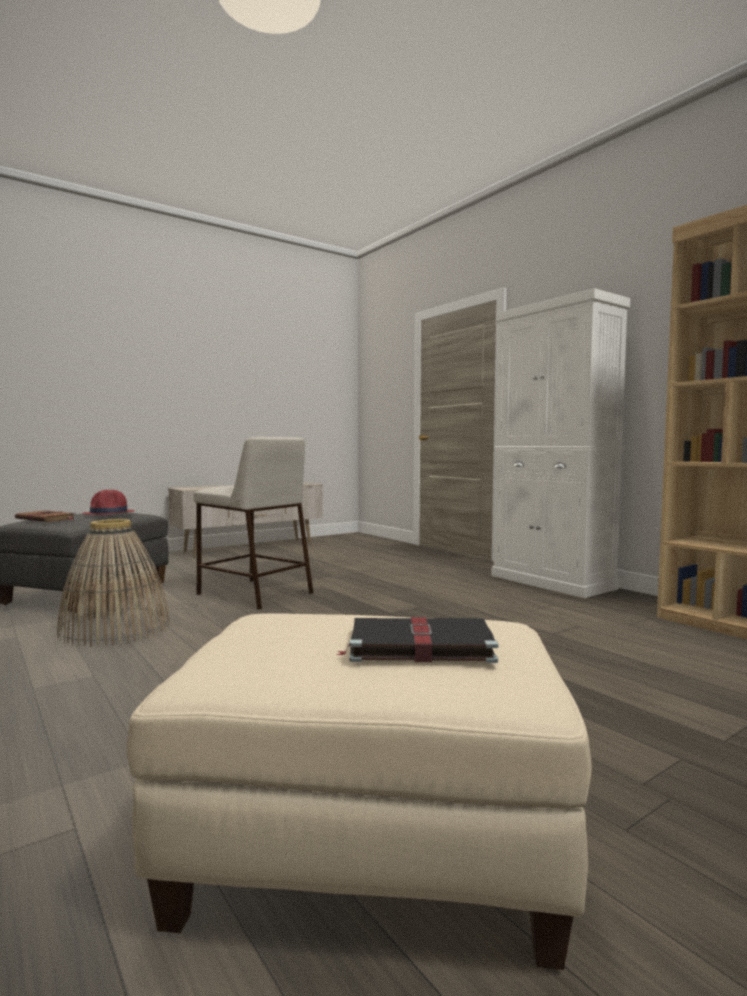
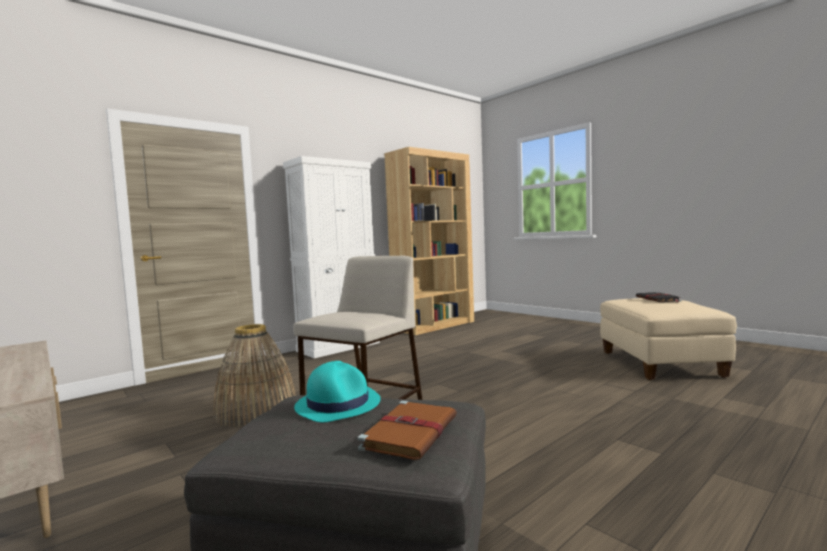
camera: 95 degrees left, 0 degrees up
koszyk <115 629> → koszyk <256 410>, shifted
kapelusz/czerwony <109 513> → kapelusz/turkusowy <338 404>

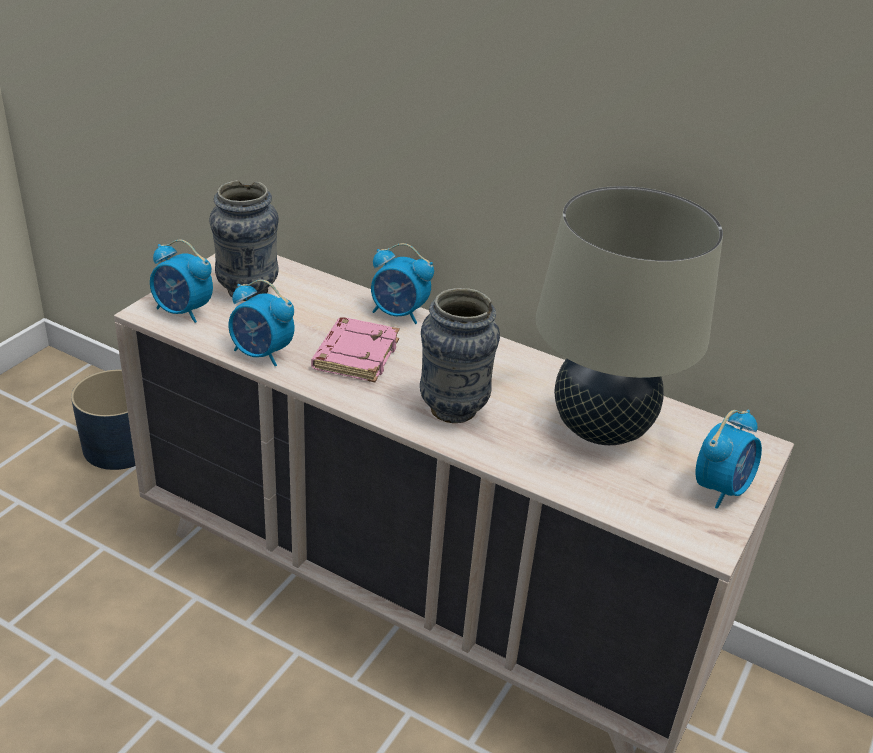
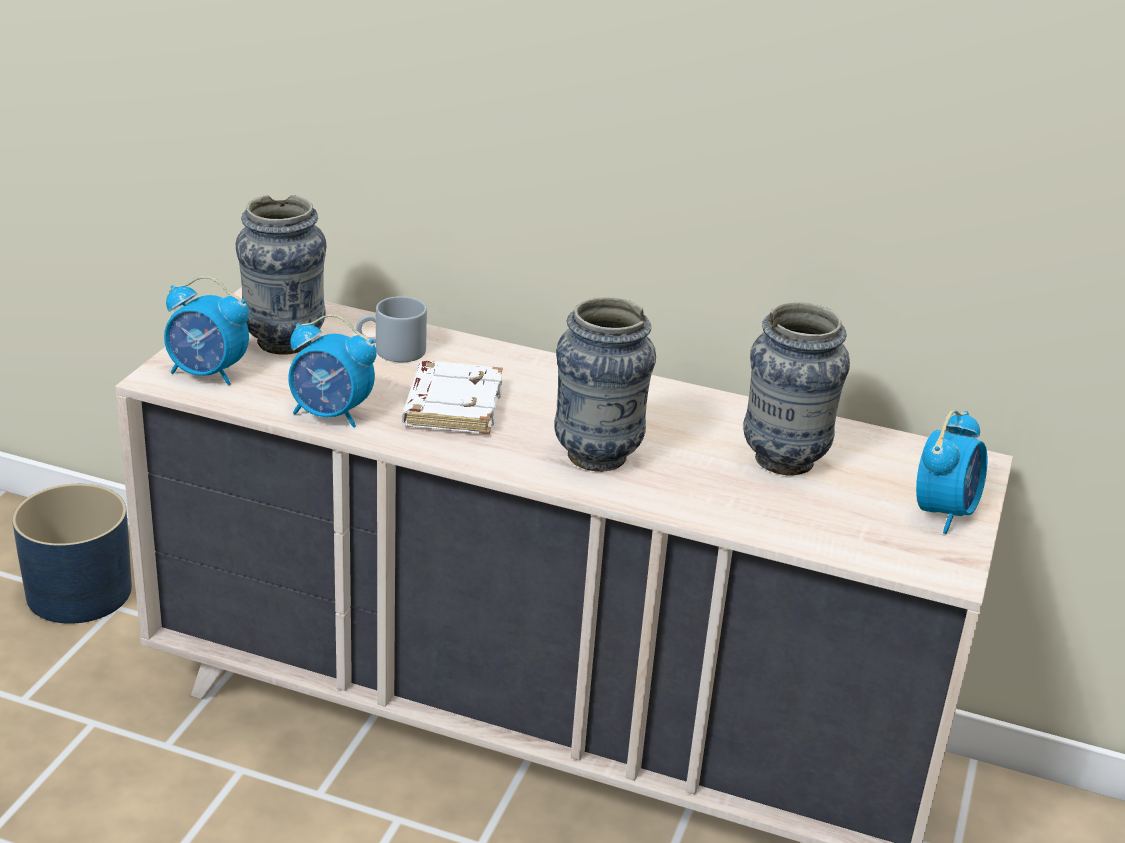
camera: 10 degrees left, 5 degrees down
budzik <399 314> → -
- → kubek/szary <391 351>
lampa stołowa/beżowy <601 428> → wazon <783 460>
książka/różowy <355 355> → książka/biały <451 405>

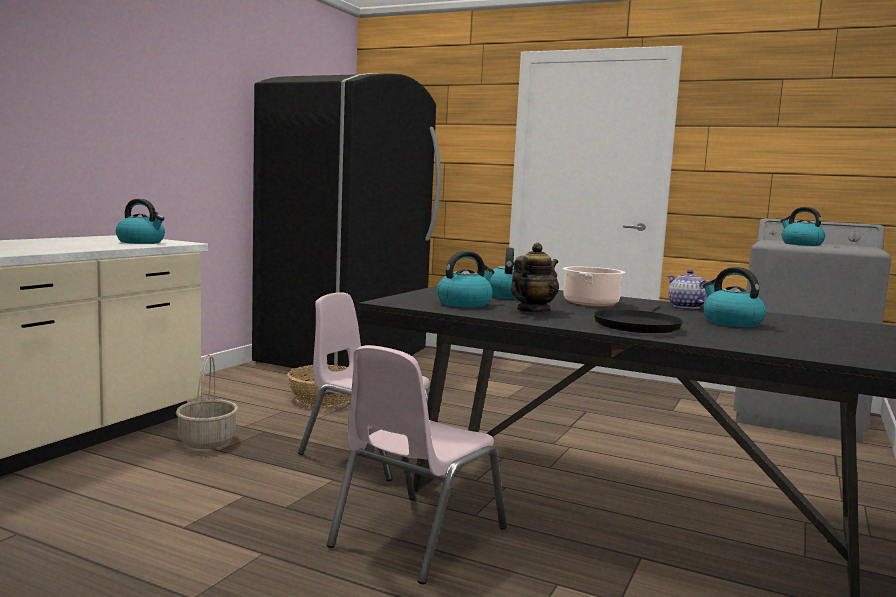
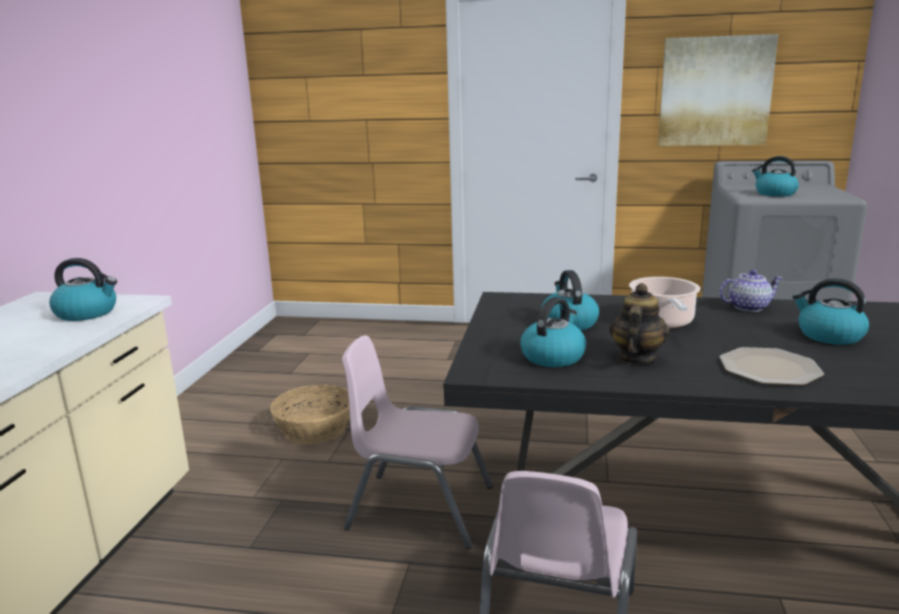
camera: 15 degrees left, 10 degrees up
koszyk <206 440> → -
lodówka/czarny <346 357> → -
- → obraz <715 91>
patelnia/czarny <637 326> → talerz <769 369>
imbryk <685 306> → imbryk <748 307>, 120 degrees clockwise

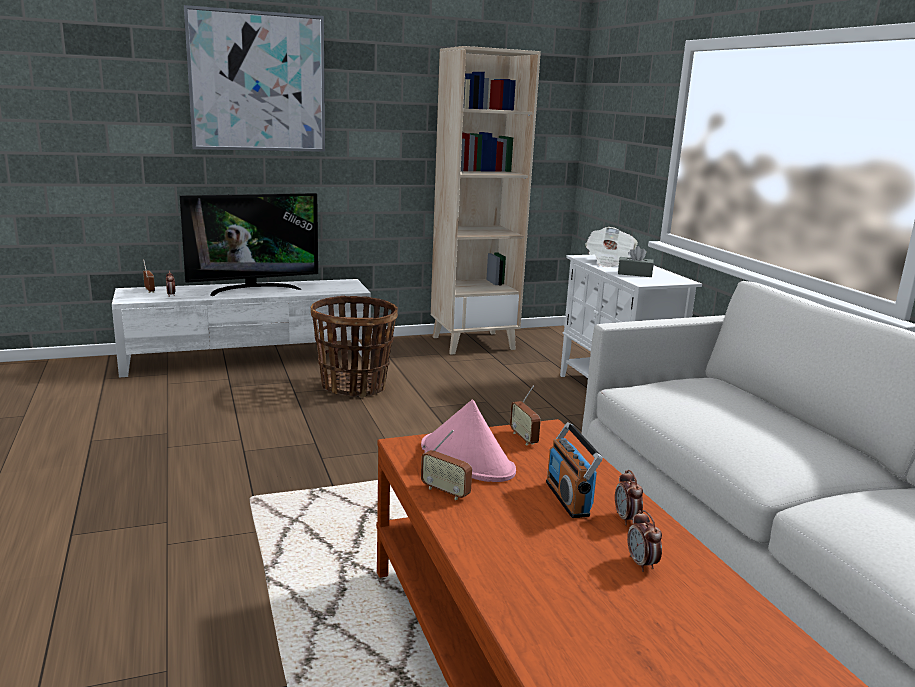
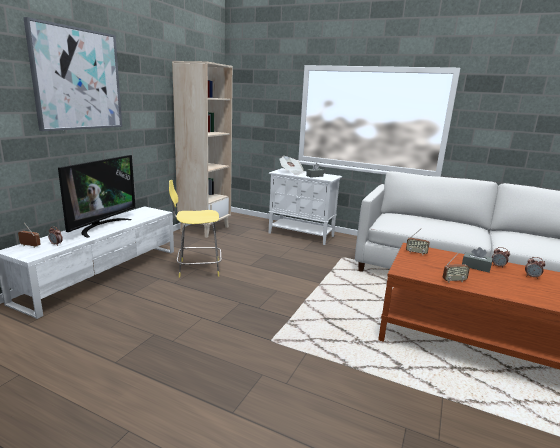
camera: 45 degrees left, 0 degrees up
kapelusz/różowy <467 459> → -
koszyk <354 386> → stołek/żółty <197 268>
radio <568 498> → pudełko chusteczek/szary <475 267>

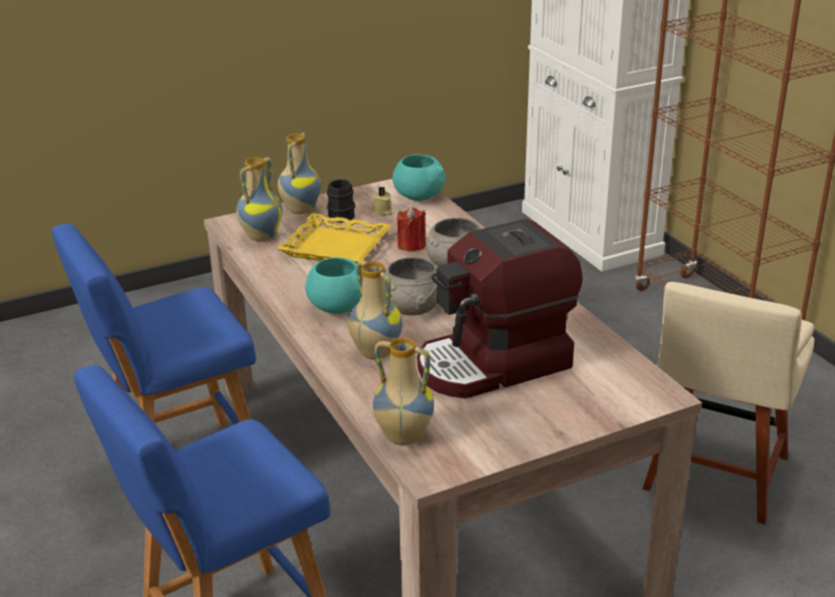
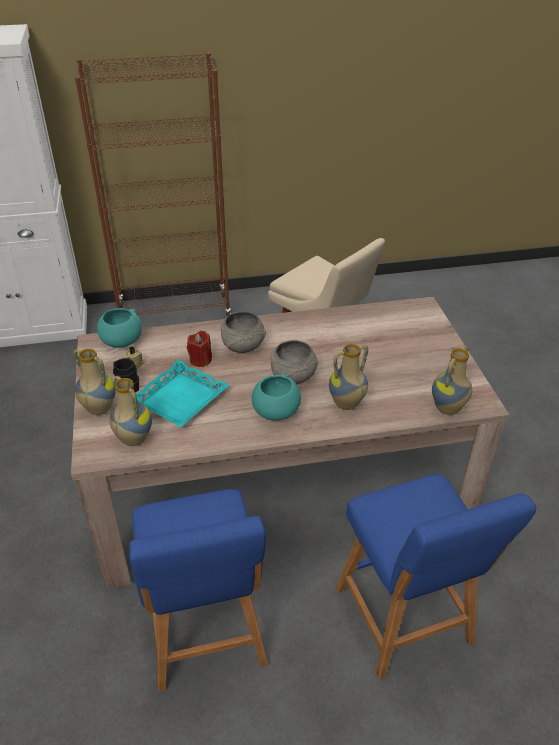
camera: 75 degrees left, 10 degrees up
ekspres do kawy <494 364> → -
taca/żółty <336 247> → taca/turkusowy <180 398>

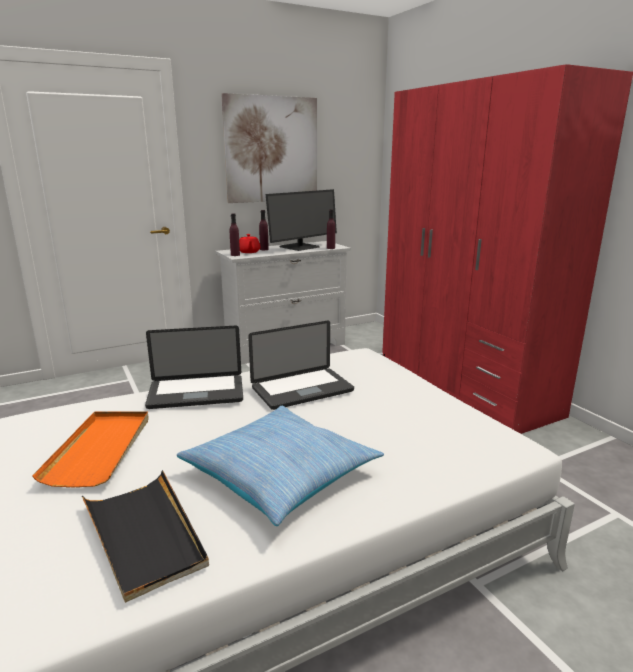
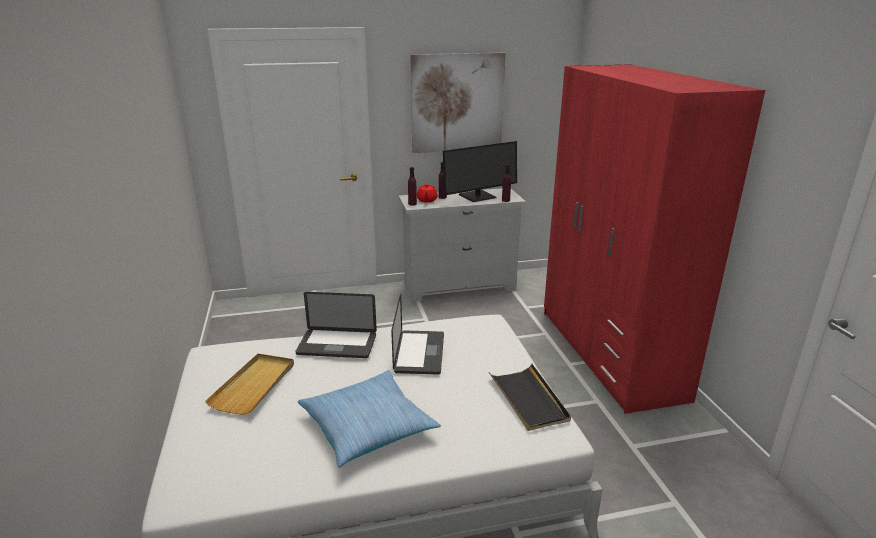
camera: 15 degrees right, 5 degrees up
taca/czarny <145 535> → taca/czarny <528 399>, shifted
taca/pomarańczowy <100 449> → taca/beżowy <254 385>
laptop <302 390> → laptop <419 353>, 75 degrees counterclockwise

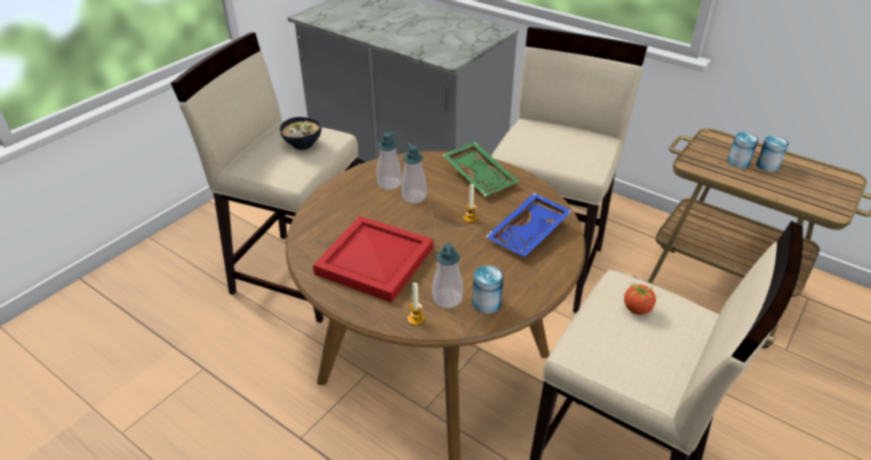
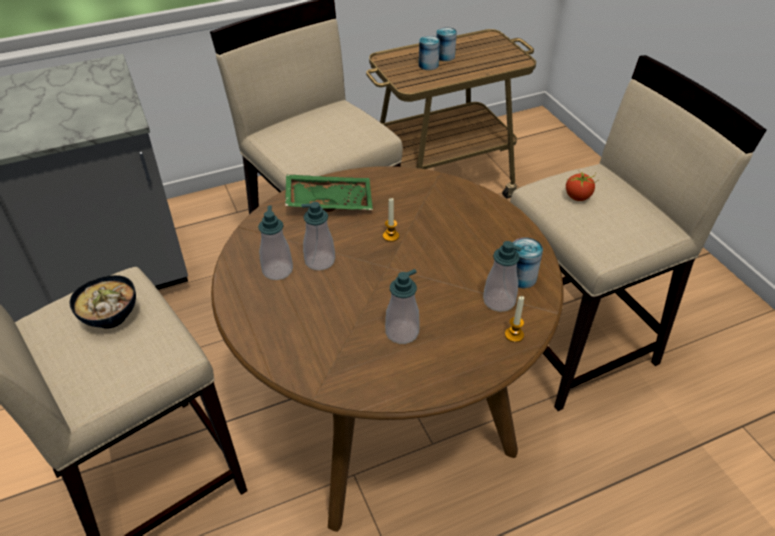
camera: 60 degrees left, 5 degrees up
taca/niebieski <529 234> → -
taca/czerwony <374 260> → dozownik mydła <402 332>

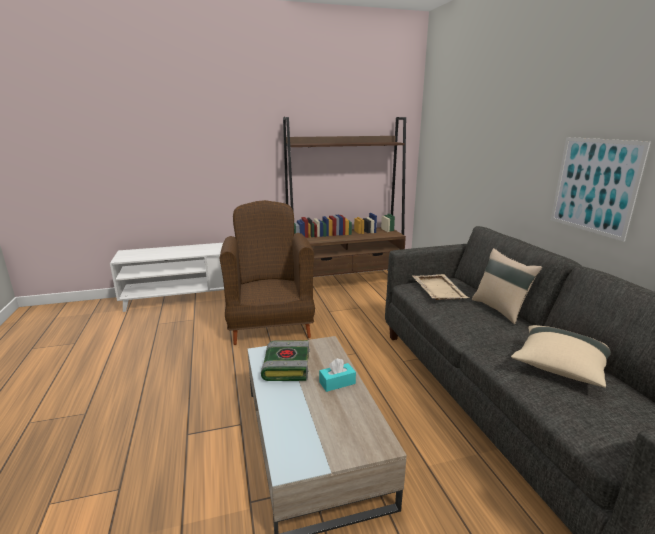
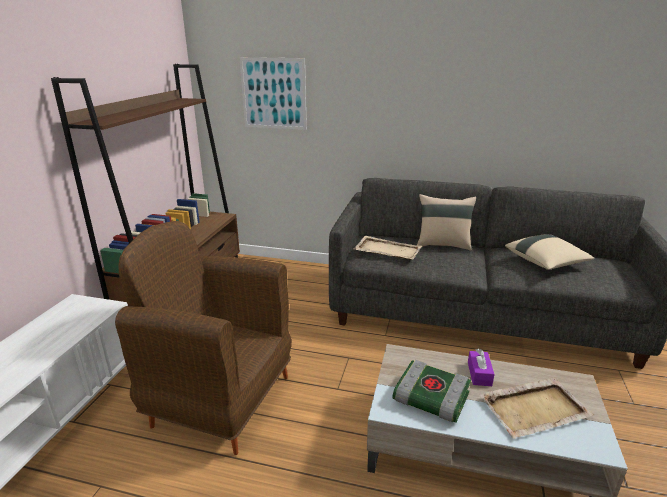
camera: 60 degrees left, 5 degrees up
- → taca/beżowy <535 409>
obraz <594 186> → obraz <273 93>, shifted
pudełko chusteczek/turkusowy <337 383> → pudełko chusteczek/fioletowy <479 374>

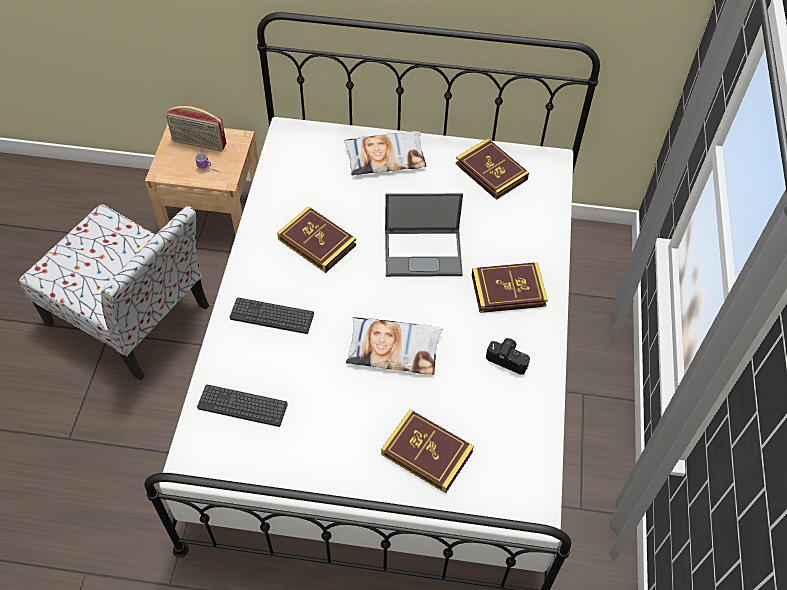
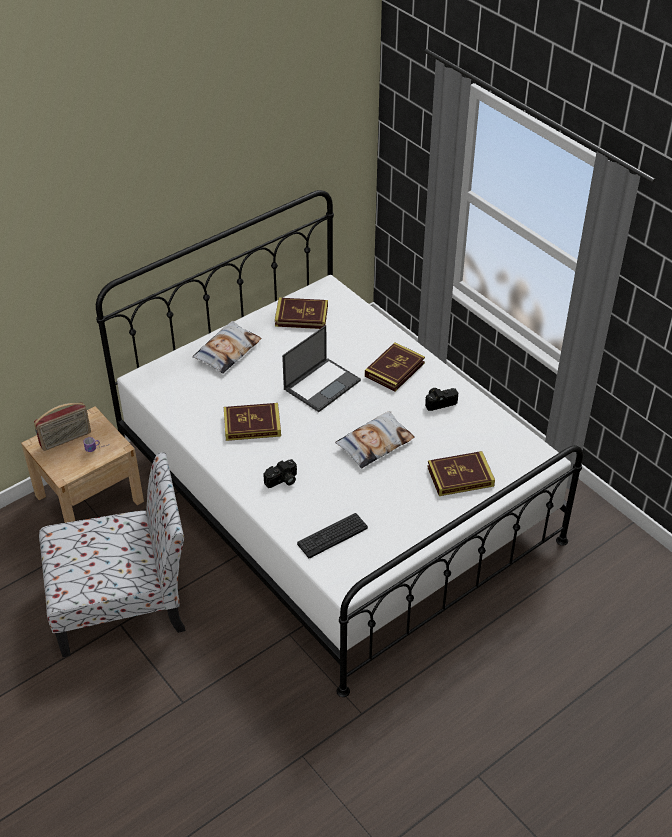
camera: 45 degrees left, 10 degrees down
klawiatura <272 316> → aparat fotograficzny <282 481>

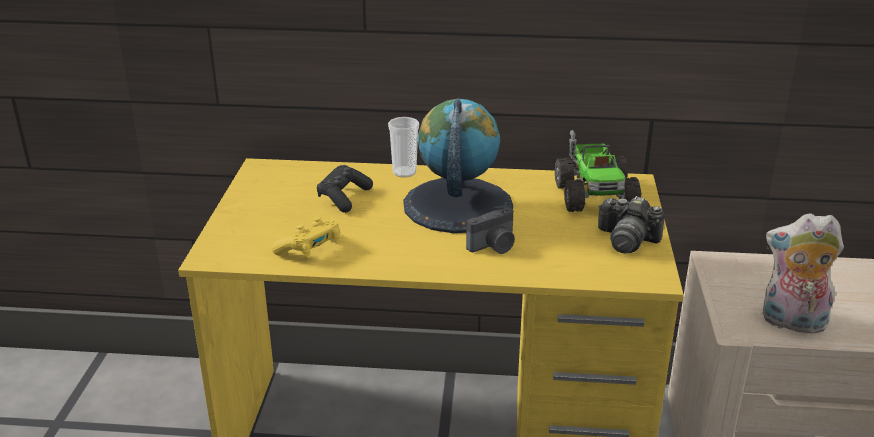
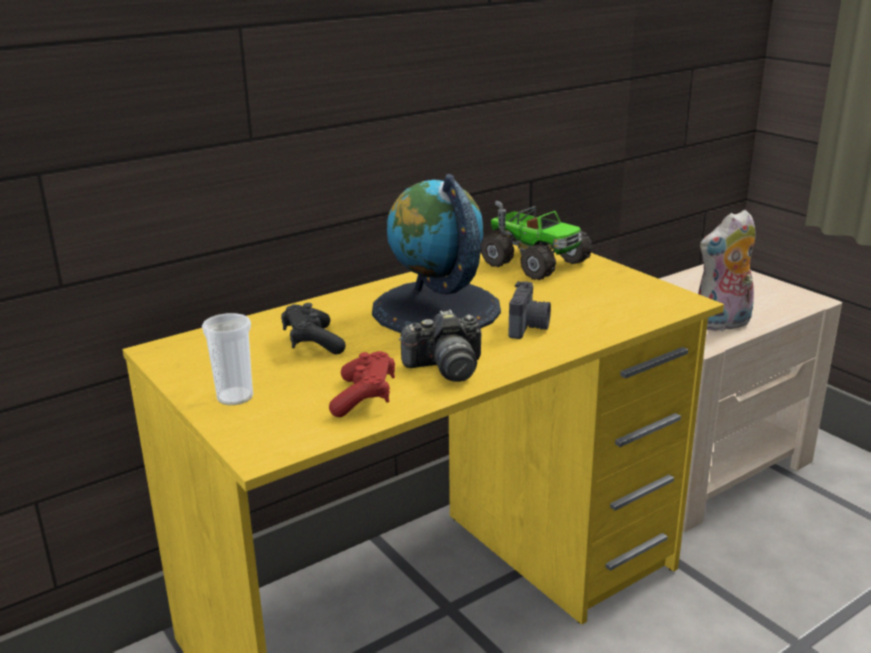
camera: 40 degrees left, 5 degrees down
filiżanka <404 172> → filiżanka <235 397>, shifted
aparat fotograficzny <627 240> → aparat fotograficzny <446 368>, shifted
pad do gier/żółty <310 249> → pad do gier/czerwony <364 398>

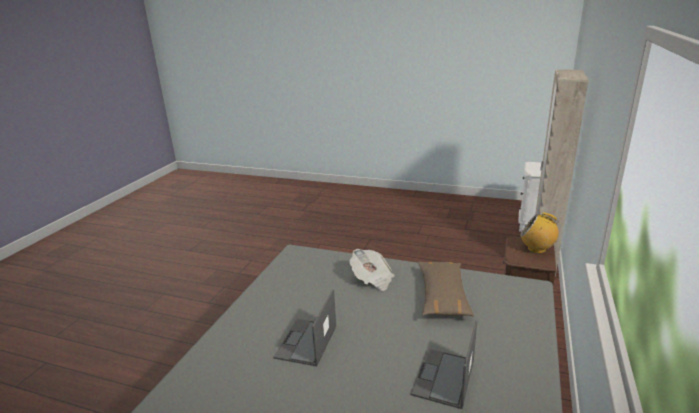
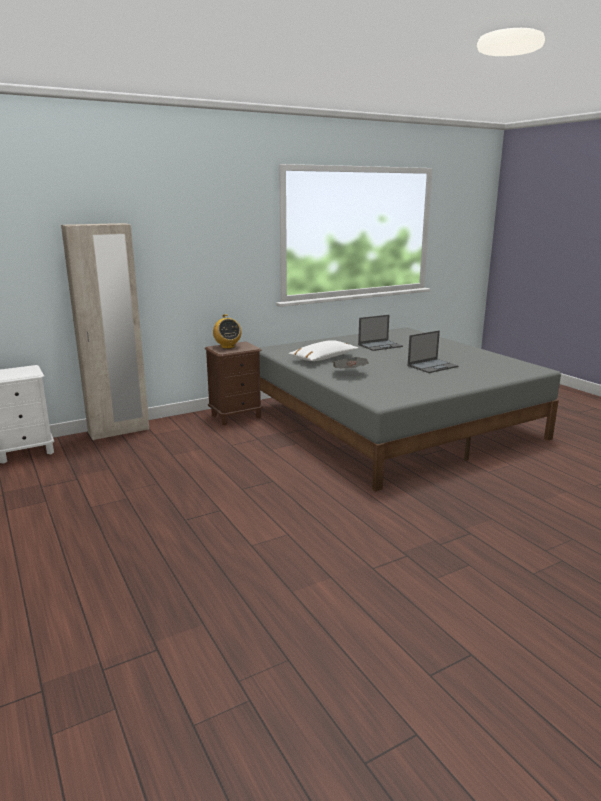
camera: 140 degrees left, 5 degrees down
poduszka/brązowy <443 295> → poduszka/biały <323 358>

